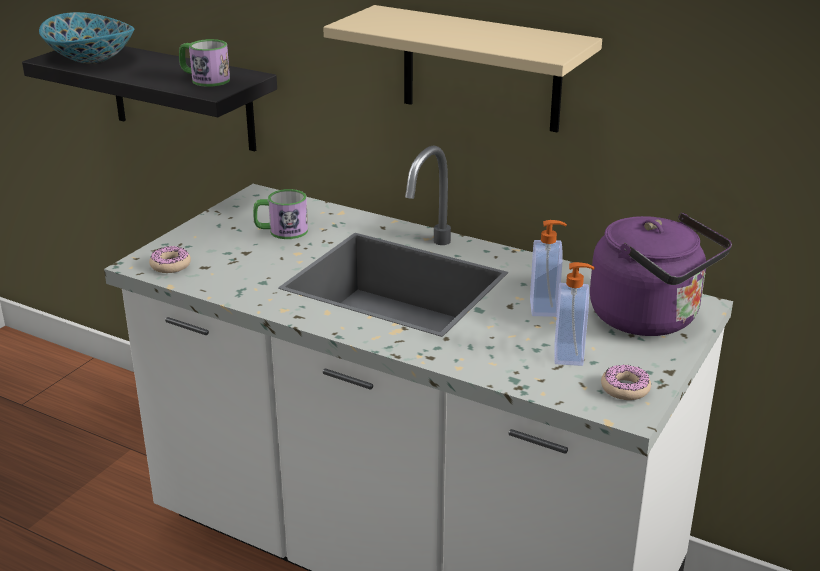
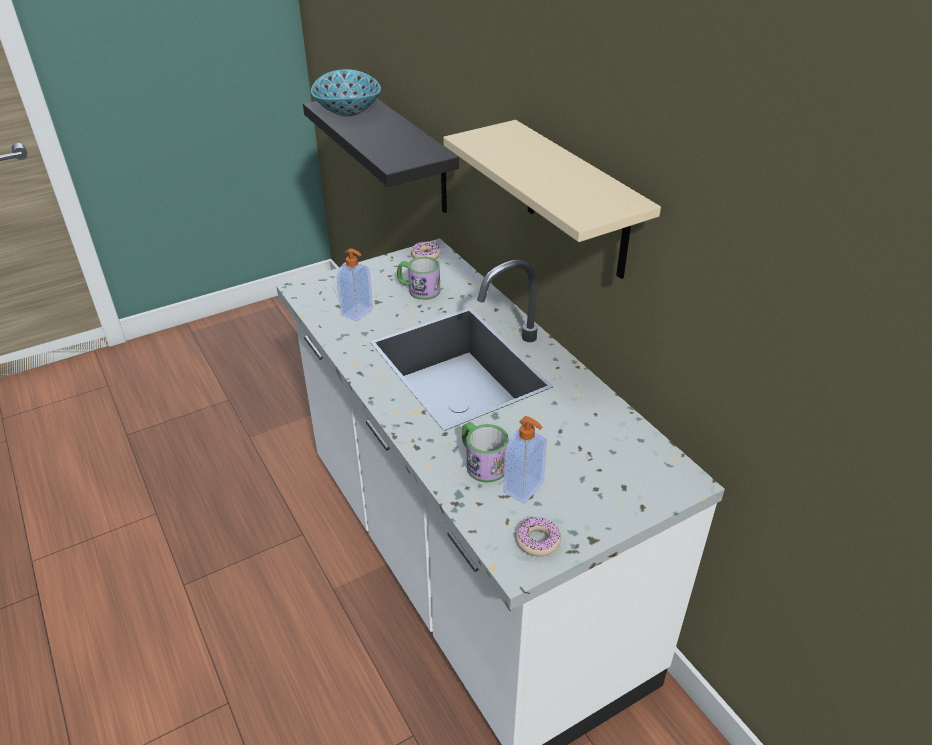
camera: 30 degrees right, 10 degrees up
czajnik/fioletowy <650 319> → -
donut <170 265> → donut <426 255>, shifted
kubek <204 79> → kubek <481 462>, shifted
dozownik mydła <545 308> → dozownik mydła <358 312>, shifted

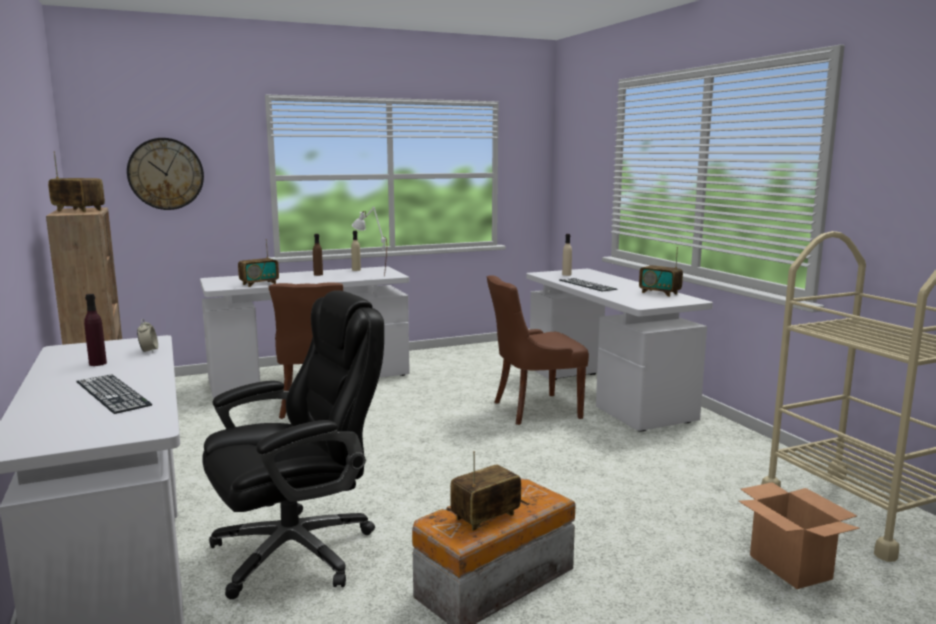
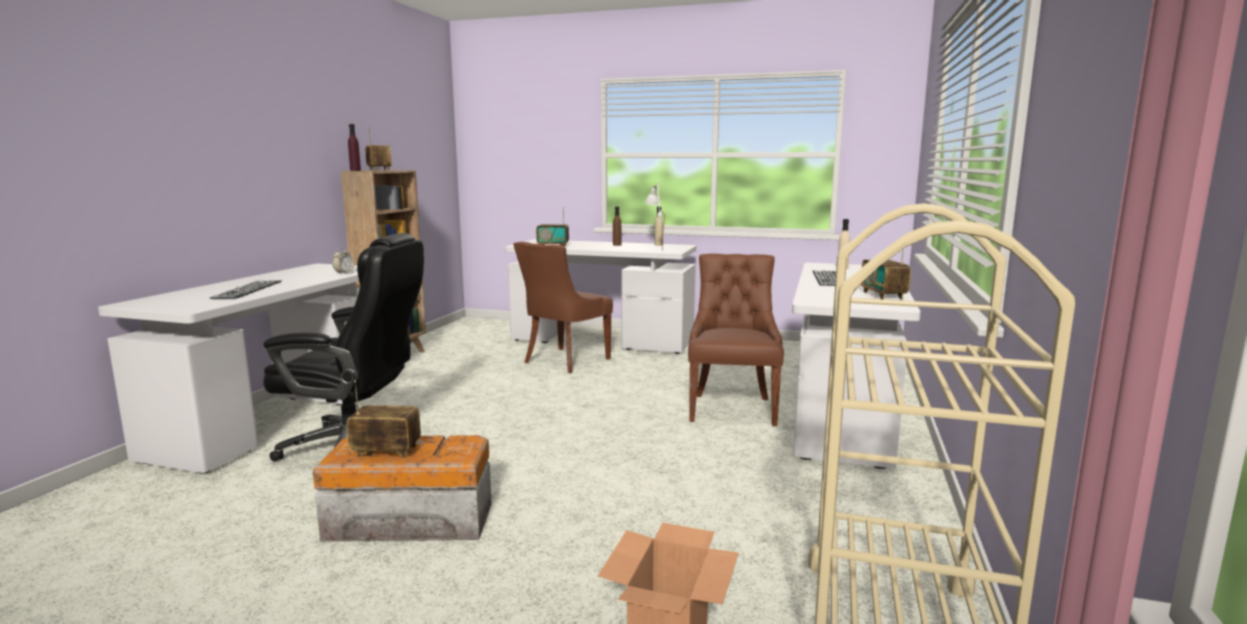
camera: 40 degrees right, 0 degrees up
zegar ścienny <166 174> → -
butelka/fioletowy <98 363> → butelka/fioletowy <355 170>, shifted
krzesło/brązowy <534 409> → krzesło/brązowy <732 408>, 75 degrees clockwise

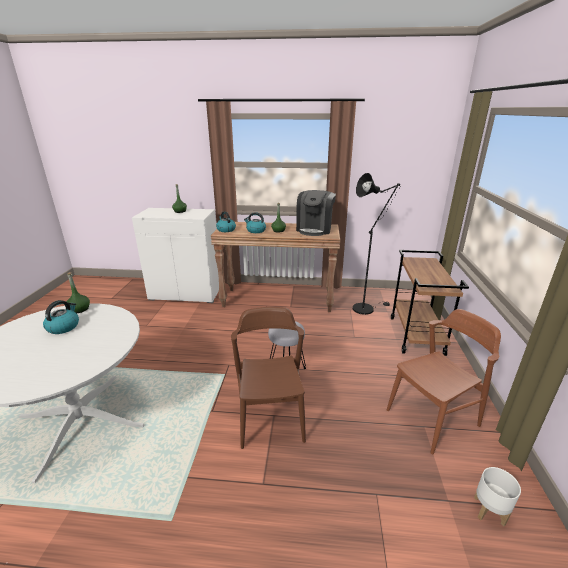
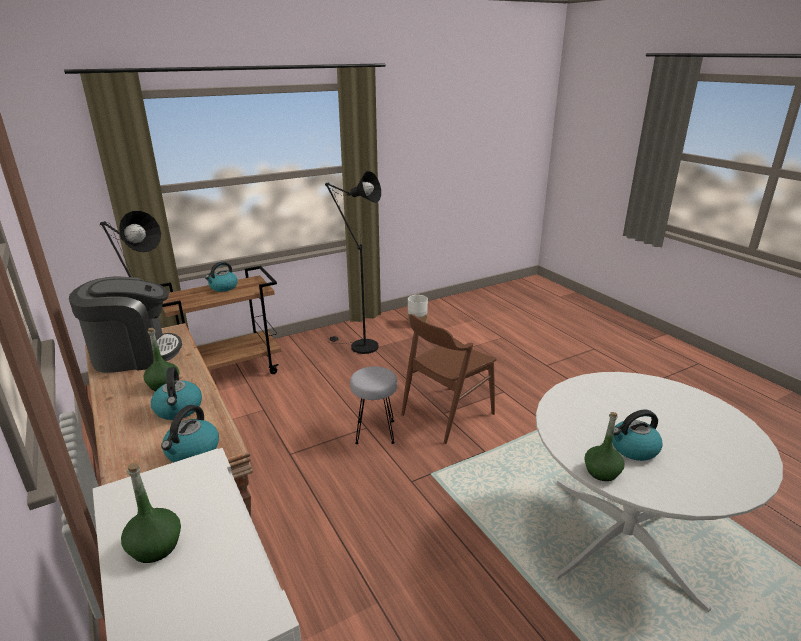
camera: 125 degrees left, 0 degrees up
- → czajnik <223 287>
krzesło/brązowy <432 418> → lampa stojąca/czarny <359 346>

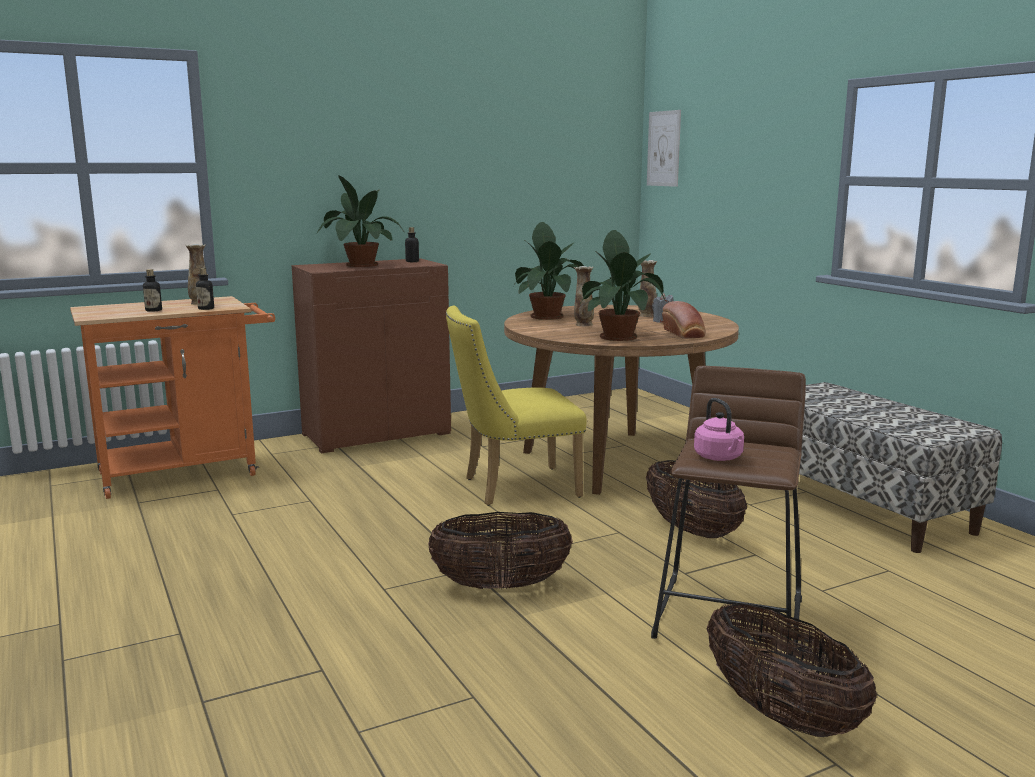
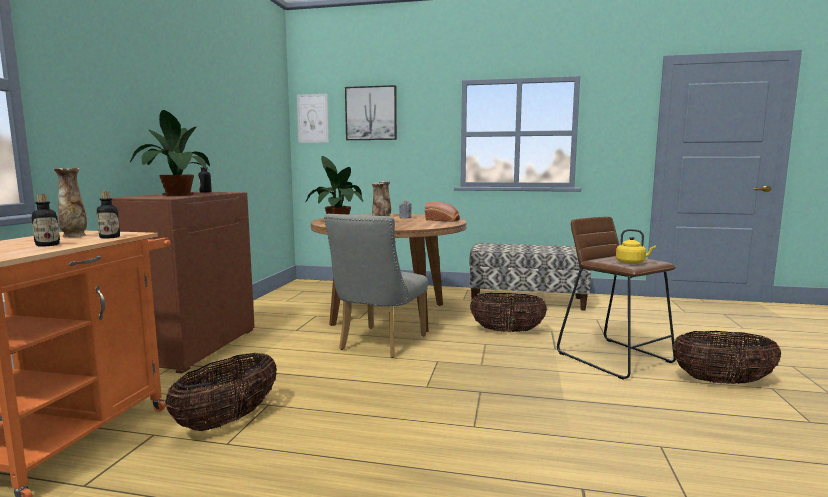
camera: 50 degrees left, 5 degrees down
roślina doniczkowa <619 336> → -
- → obraz <371 113>
koszyk <500 586> → koszyk <228 420>, shifted
krzesło/żółty <512 487> → krzesło/szary <378 344>
czajnik/różowy <719 458> → czajnik/żółty <632 263>

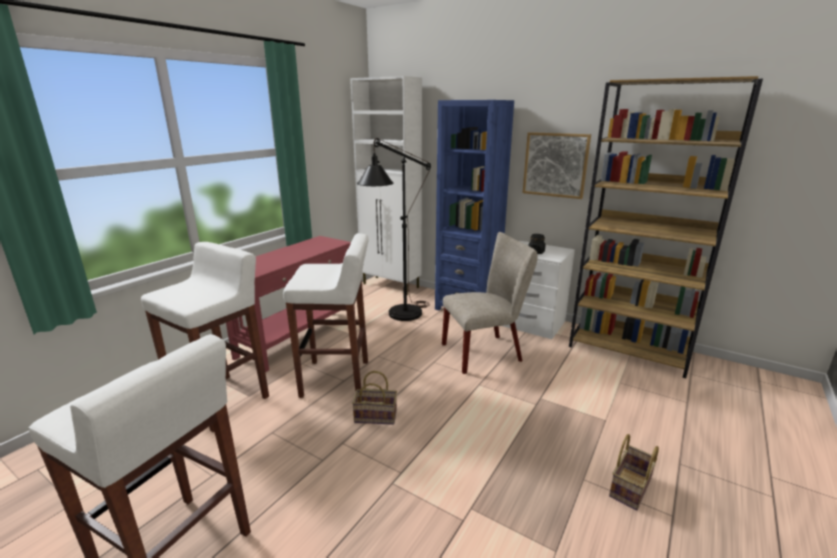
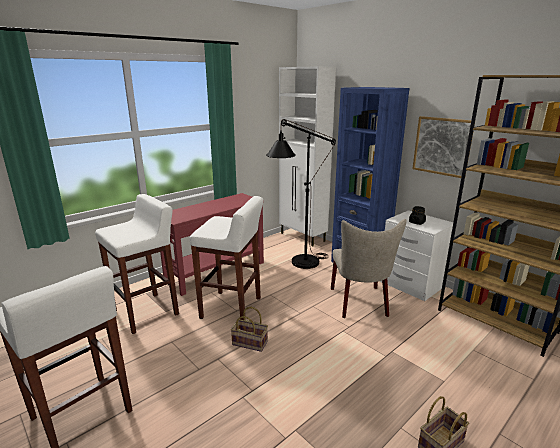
camera: 15 degrees right, 0 degrees up
krzesło/beżowy <486 352> → krzesło/beżowy <360 304>, 90 degrees clockwise

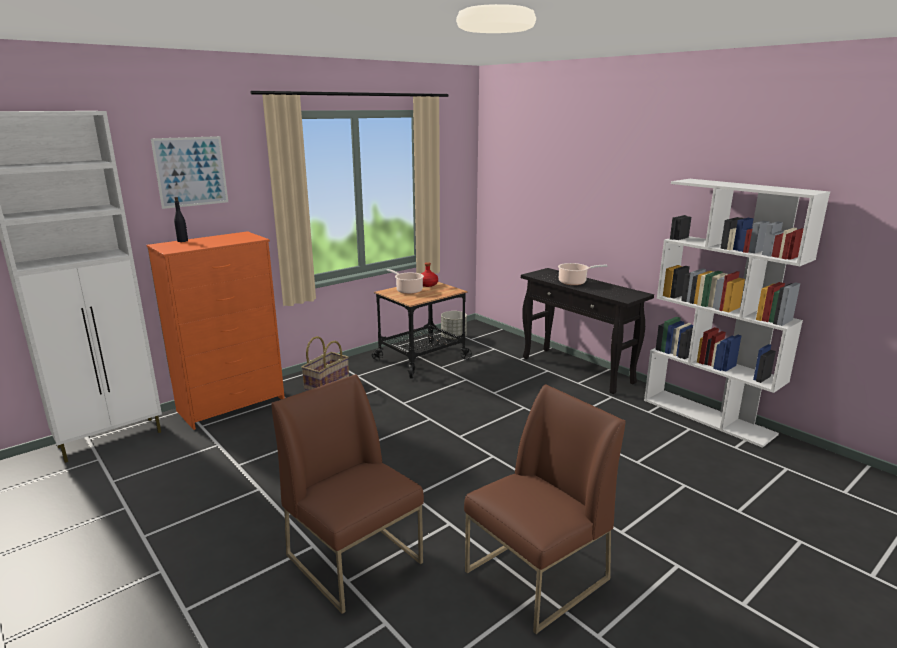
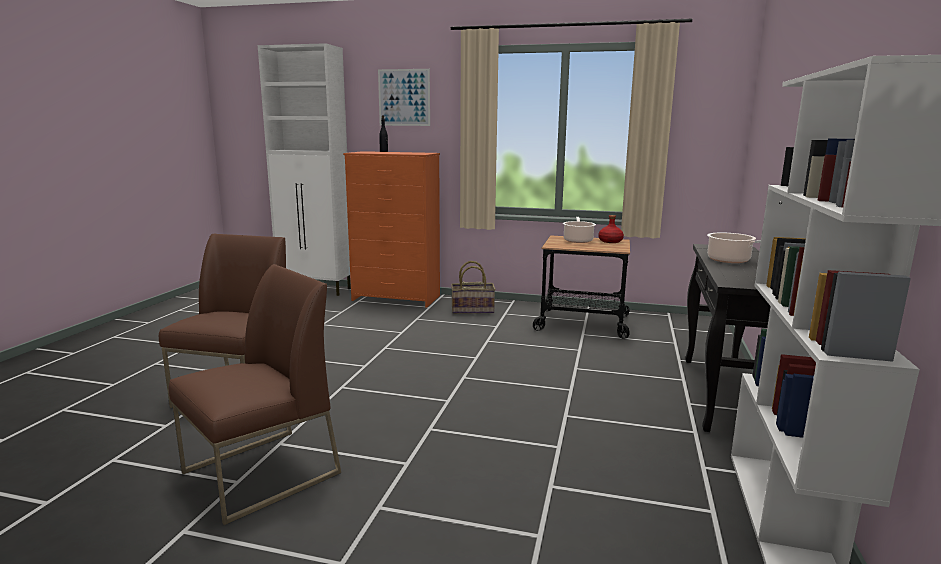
camera: 55 degrees right, 5 degrees down
donica/szary <453 337> → -
krzesło/brązowy <537 576> → krzesło/brązowy <260 474>, 60 degrees counterclockwise

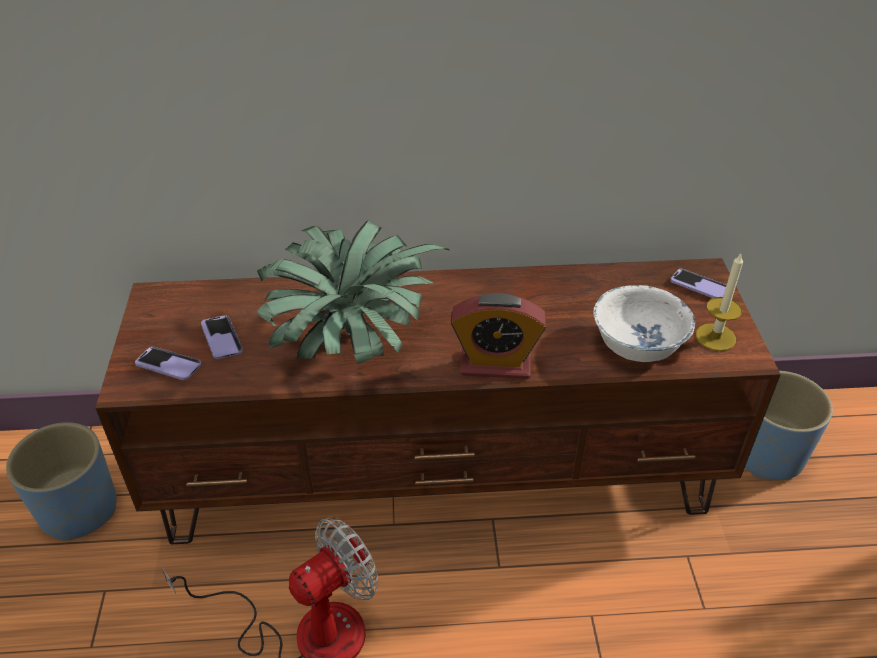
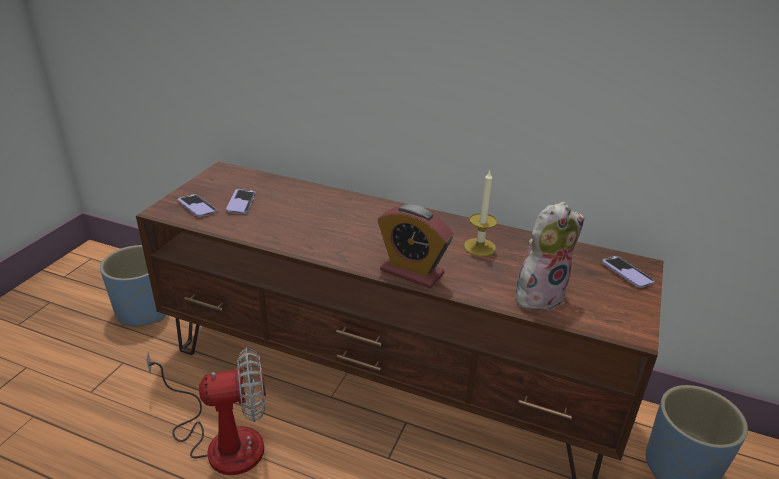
camera: 25 degrees right, 10 degrees down
roślina doniczkowa <351 340> → -
świeca <715 337> → świeca <479 247>, shifted
miska/biały <638 345> → pluszak <539 295>

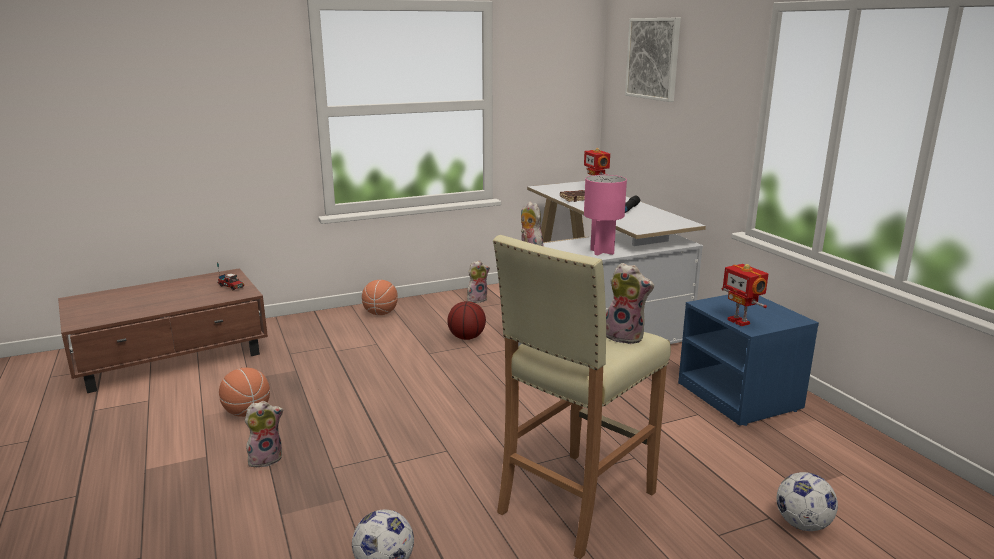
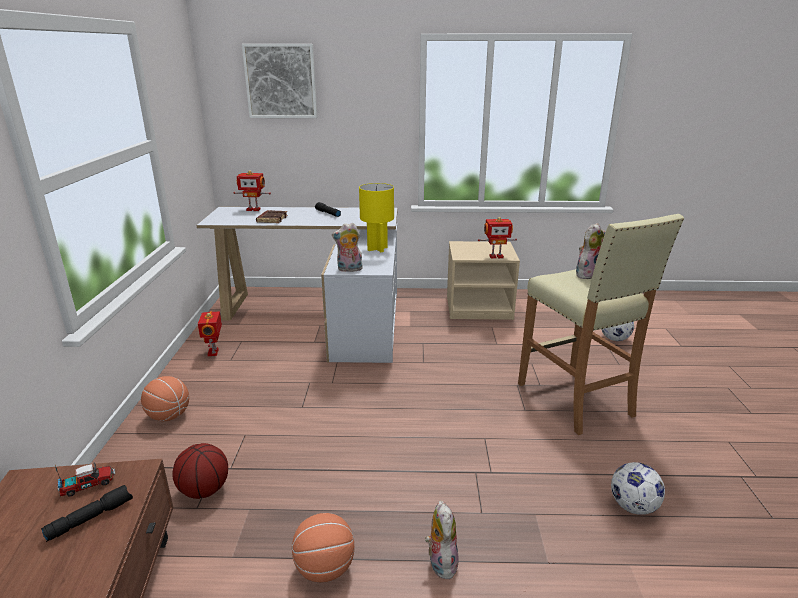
camera: 65 degrees left, 5 degrees up
- → latarka/czarny <91 517>
piłka do koszykówki <467 337> → piłka do koszykówki <204 489>, shifted
pluszak <477 299> → robot zabawkowy <214 352>
lampa stołowa/różowy <602 252> → lampa stołowa/żółty <377 249>
szafka nocna/niebieski <740 396> → szafka nocna/beżowy <479 307>

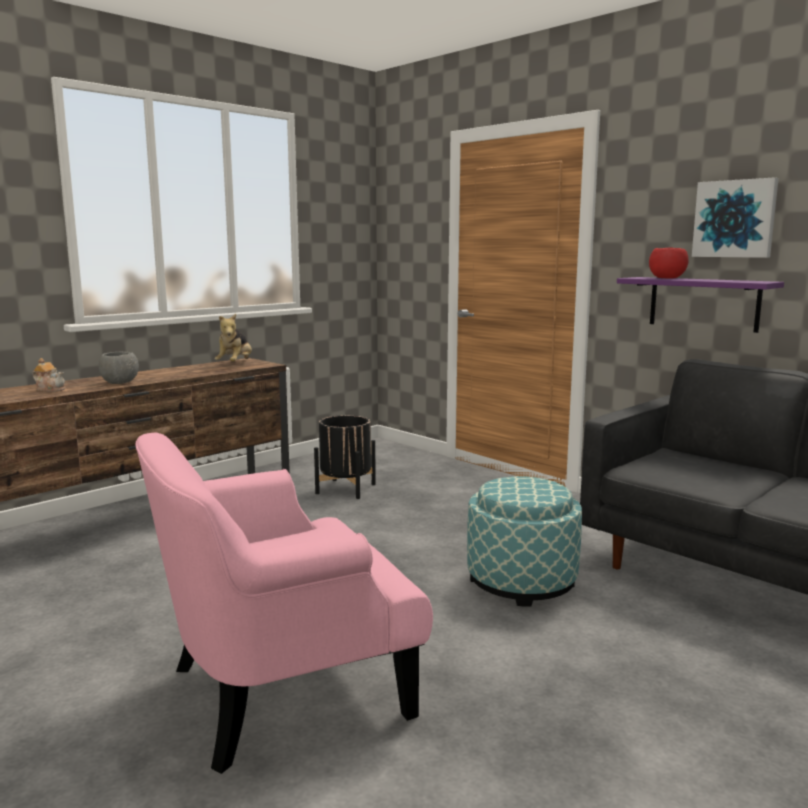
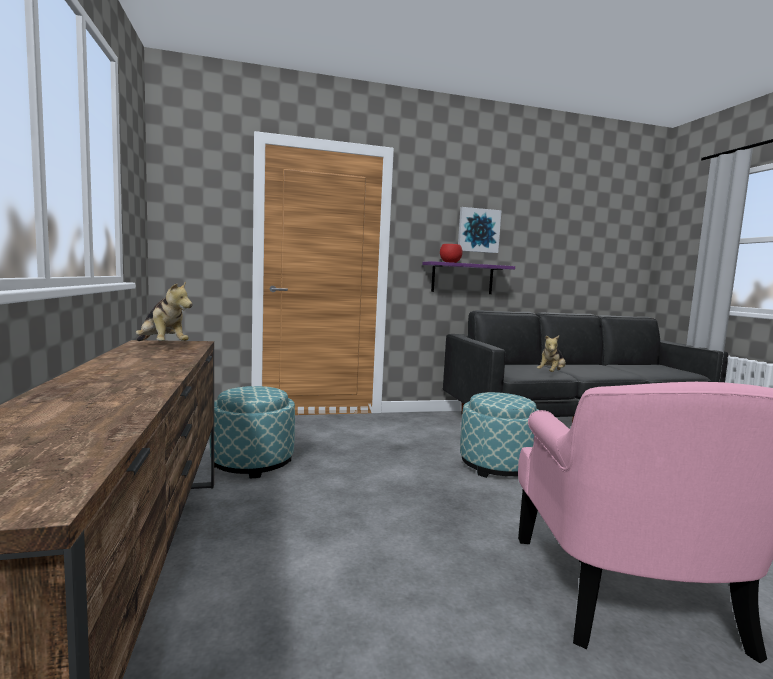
camera: 60 degrees left, 5 degrees down
imbryk <50 389> → -
miska/szary <120 382> → -
- → pluszak <551 373>
donica/czarny <346 489> → pufa <252 462>

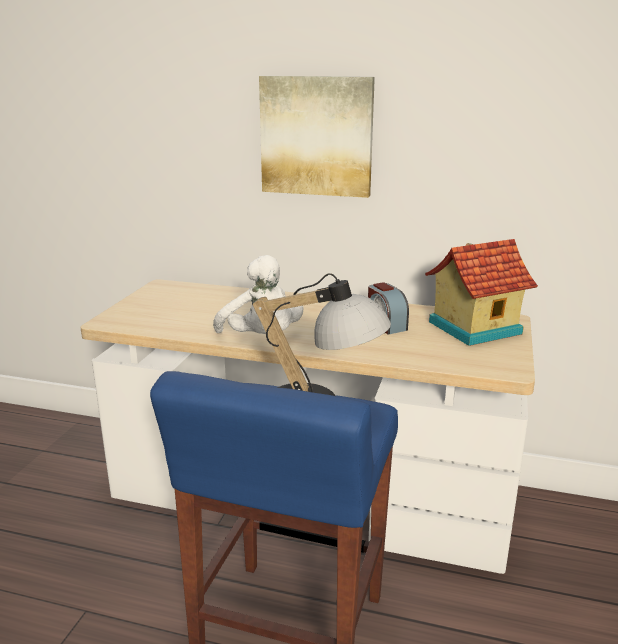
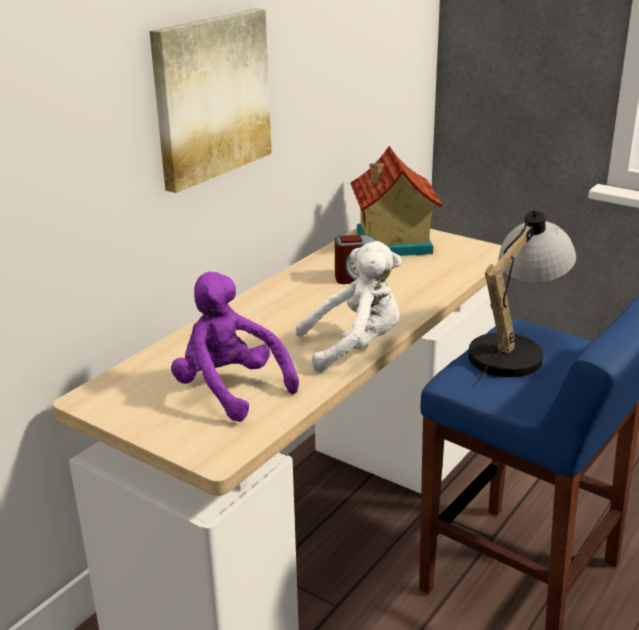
camera: 70 degrees left, 5 degrees up
- → pluszak/fioletowy <230 389>

